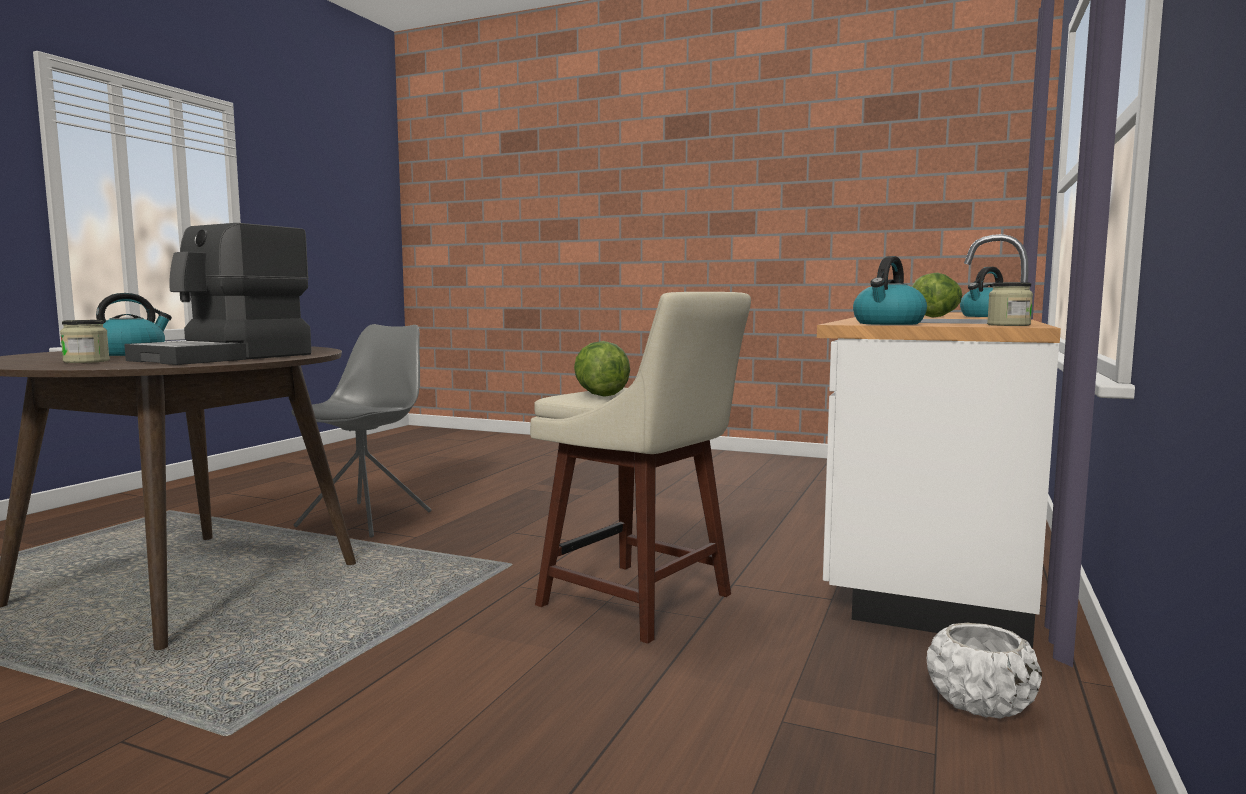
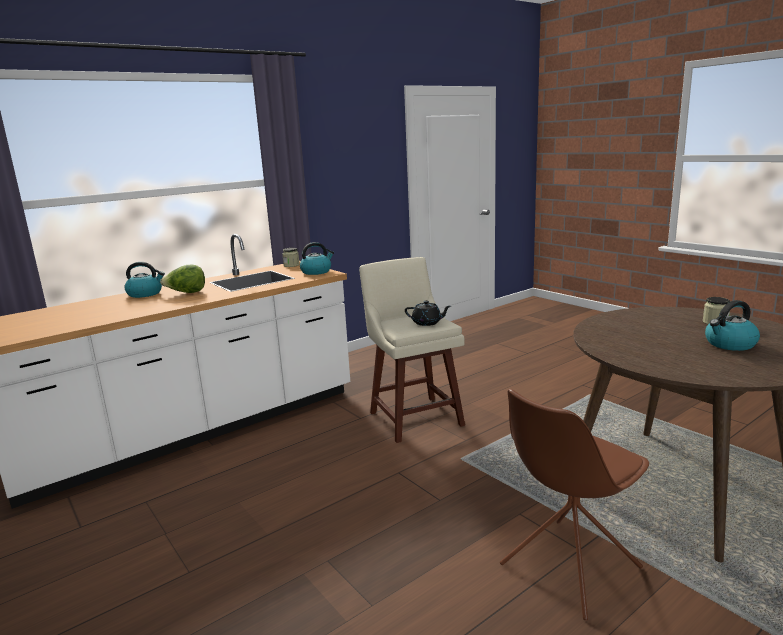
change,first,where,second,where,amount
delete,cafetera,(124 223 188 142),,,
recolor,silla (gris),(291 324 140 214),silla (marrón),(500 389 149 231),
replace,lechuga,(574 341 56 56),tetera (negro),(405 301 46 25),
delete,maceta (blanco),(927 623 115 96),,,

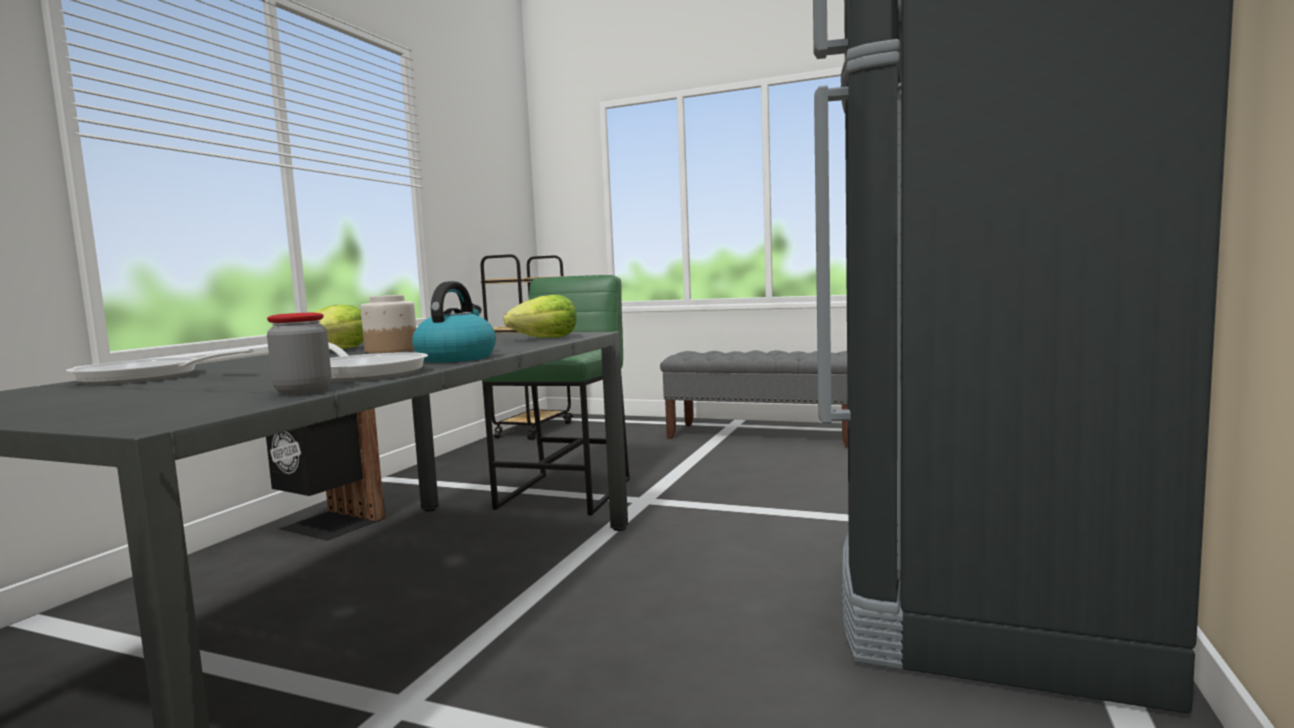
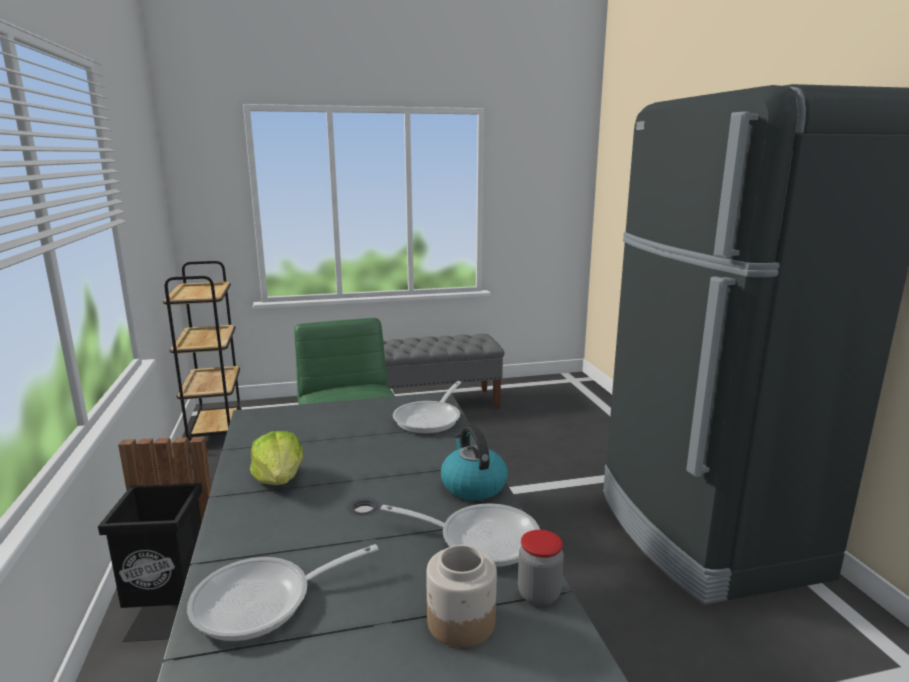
change,first,where,second,where,amount
move,tarro,(361 295 55 58),,(426 545 71 102),
replace,lechuga,(504 295 73 43),sartén,(393 381 69 53),

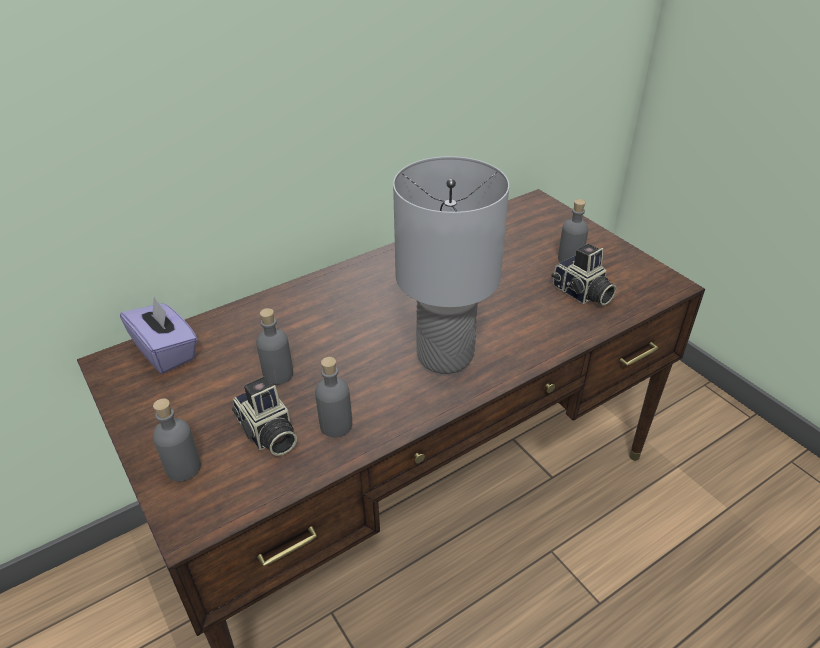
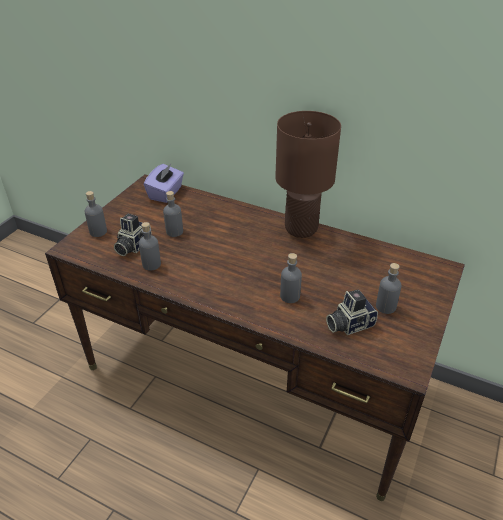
change,first,where,second,where,amount
delete,lámpara de mesa (gris),(393 156 116 218),,,
rotate,cámara,(551 244 66 61),,(326 290 52 45),45 degrees clockwise
insert,,,lámpara de mesa (marrón),(275 111 66 127),
insert,,,botella (gris),(280 253 22 50),

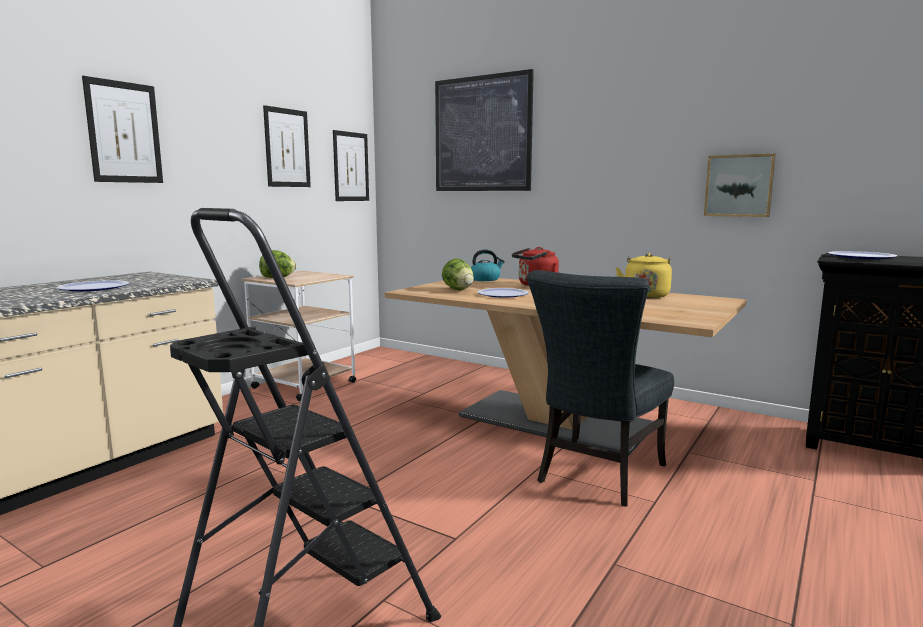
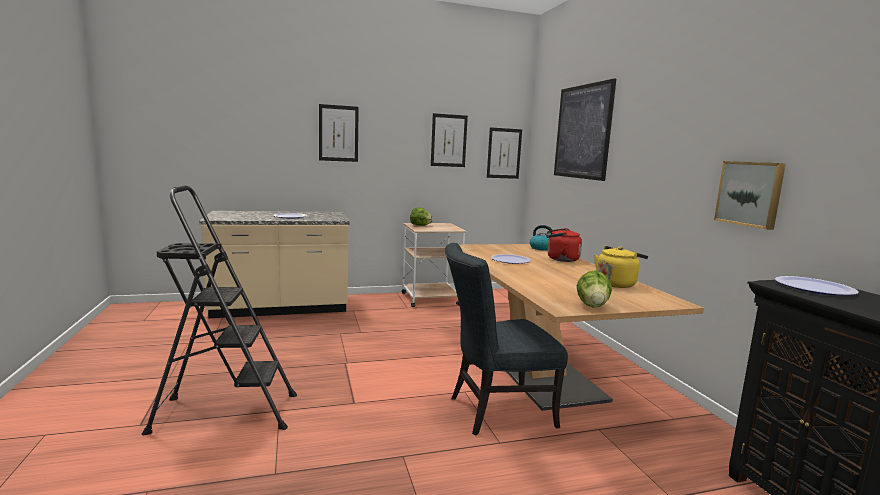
change,first,where,second,where,amount
move,lechuga,(442 258 32 32),,(577 270 35 38),

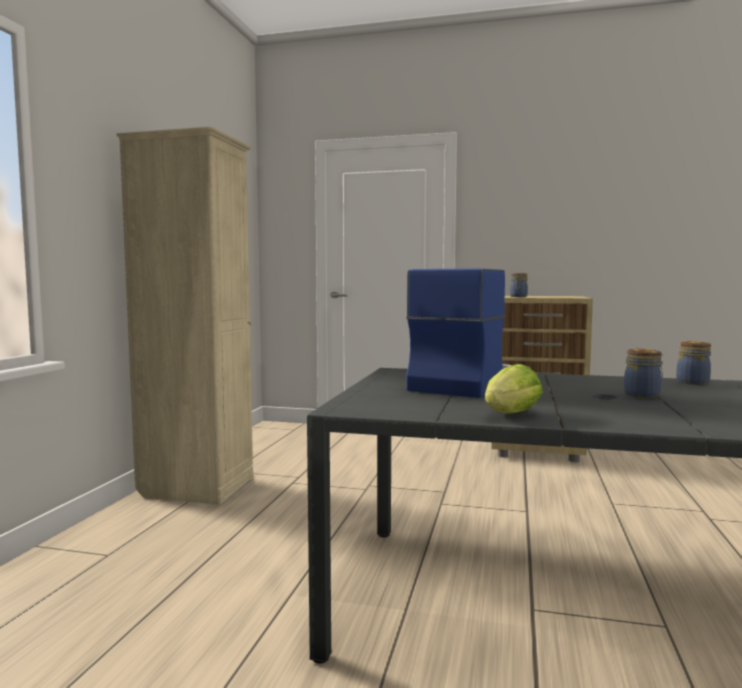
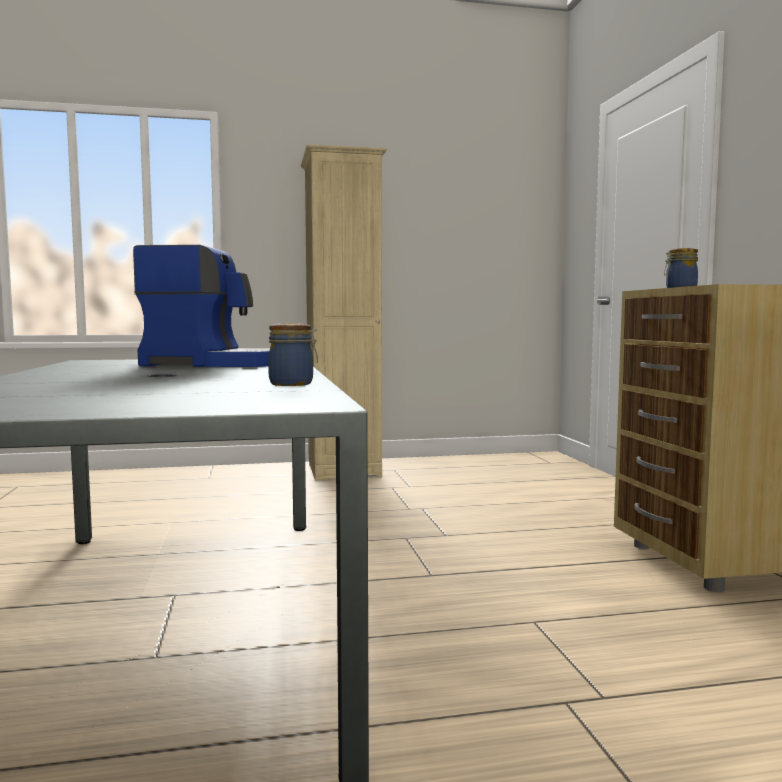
change,first,where,second,where,amount
delete,tarro,(624 348 39 50),,,
delete,lechuga,(485 364 58 50),,,

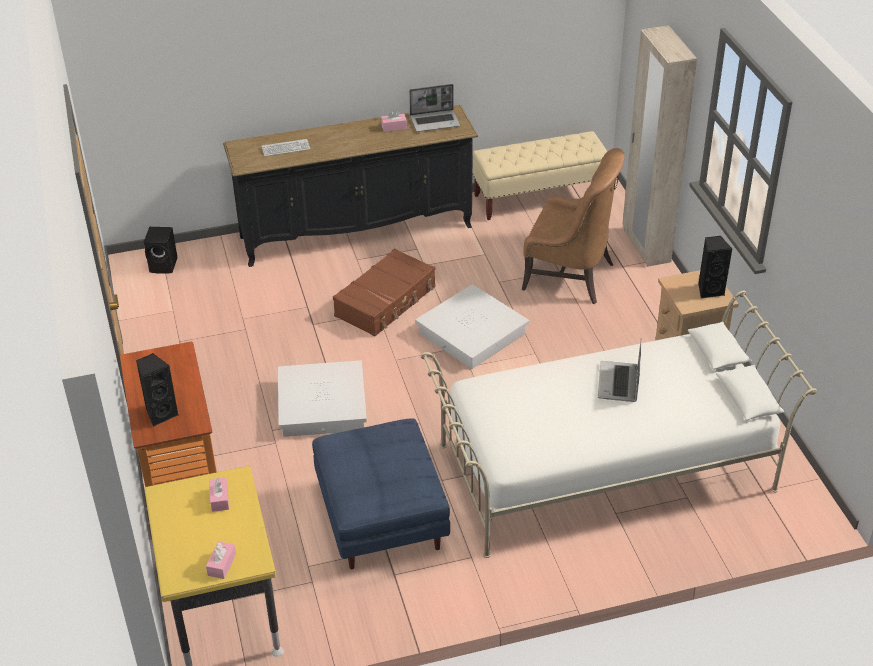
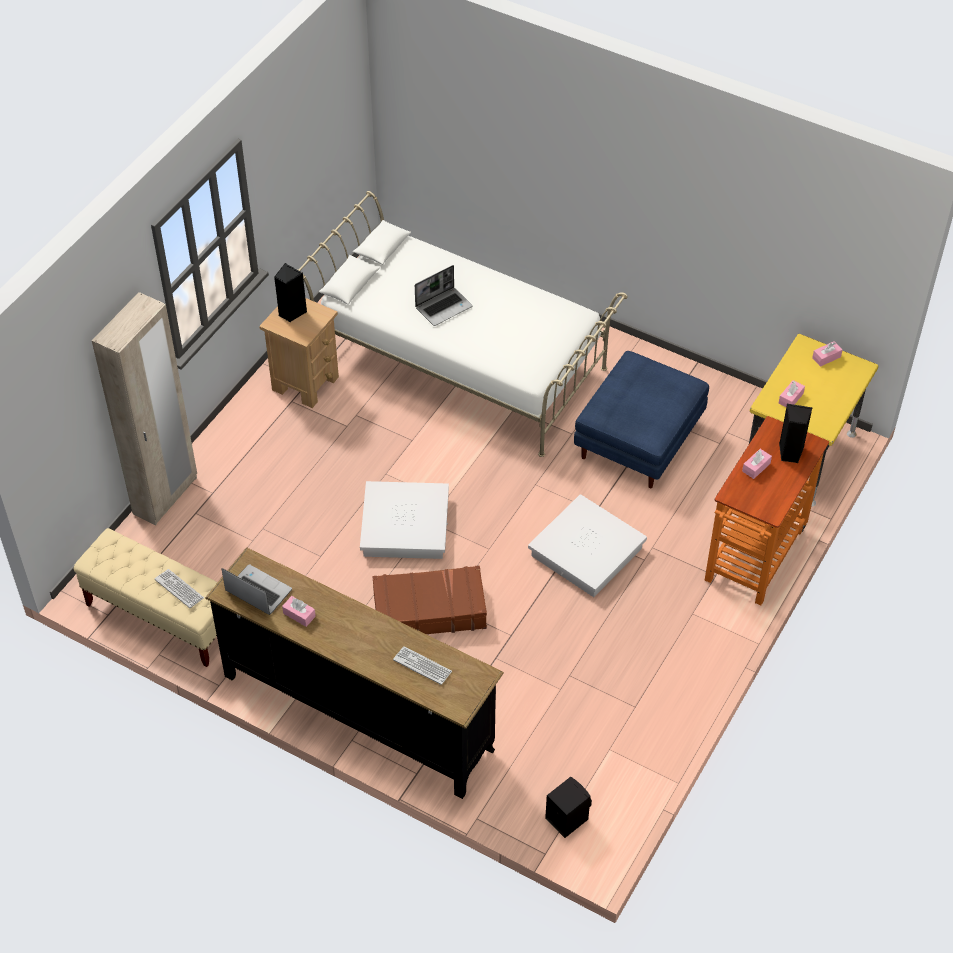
change,first,where,second,where,amount
delete,silla (marrón),(522 148 103 156),,,
insert,,,caja de pañuelos (rosa),(742 449 30 30),
insert,,,teclado,(154 569 50 39),

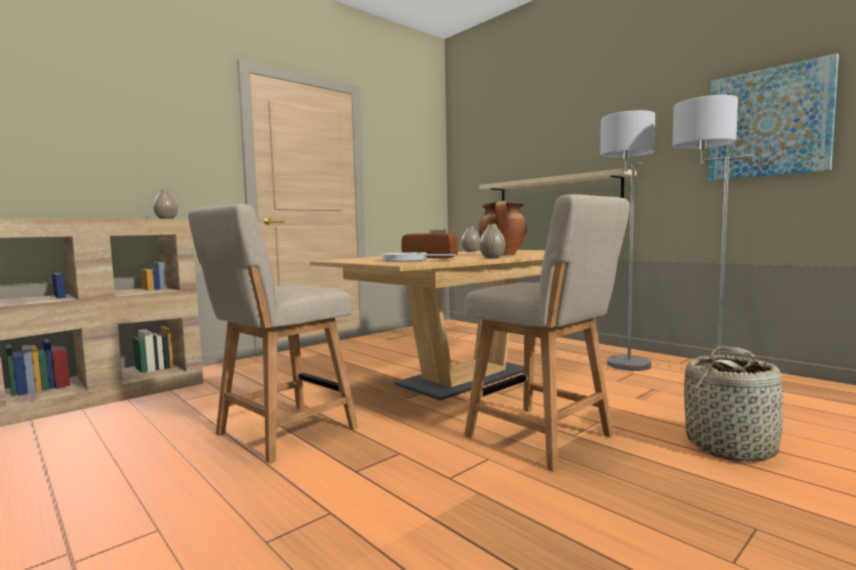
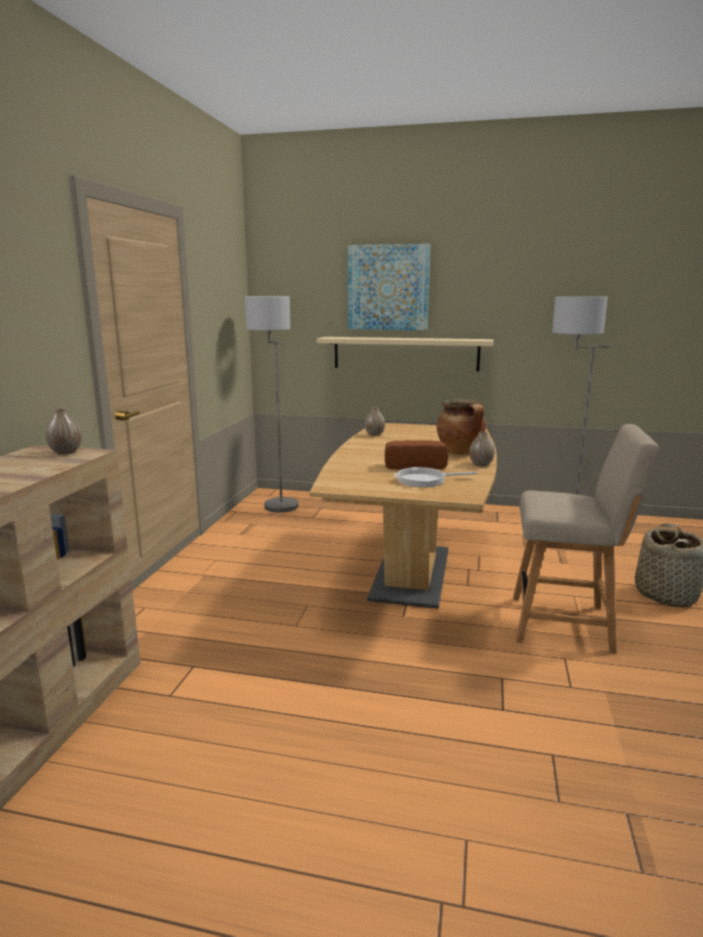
change,first,where,second,where,amount
move,cuadro,(708 53 131 128),,(348 244 82 86),
move,lámpara de pie (gris),(600 110 55 261),,(245 296 53 217),
delete,silla (beis),(188 204 170 260),,,

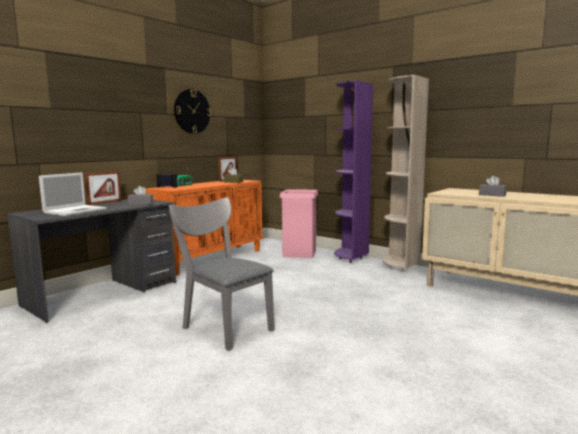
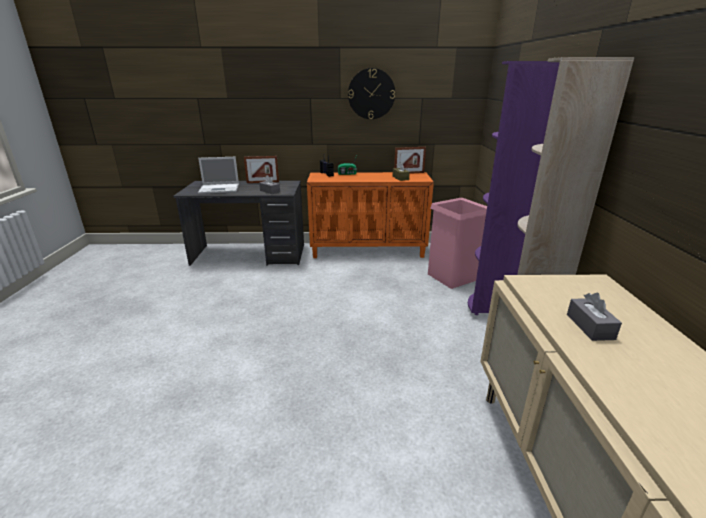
change,first,where,second,where,amount
delete,silla (gris),(169 197 106 154),,,

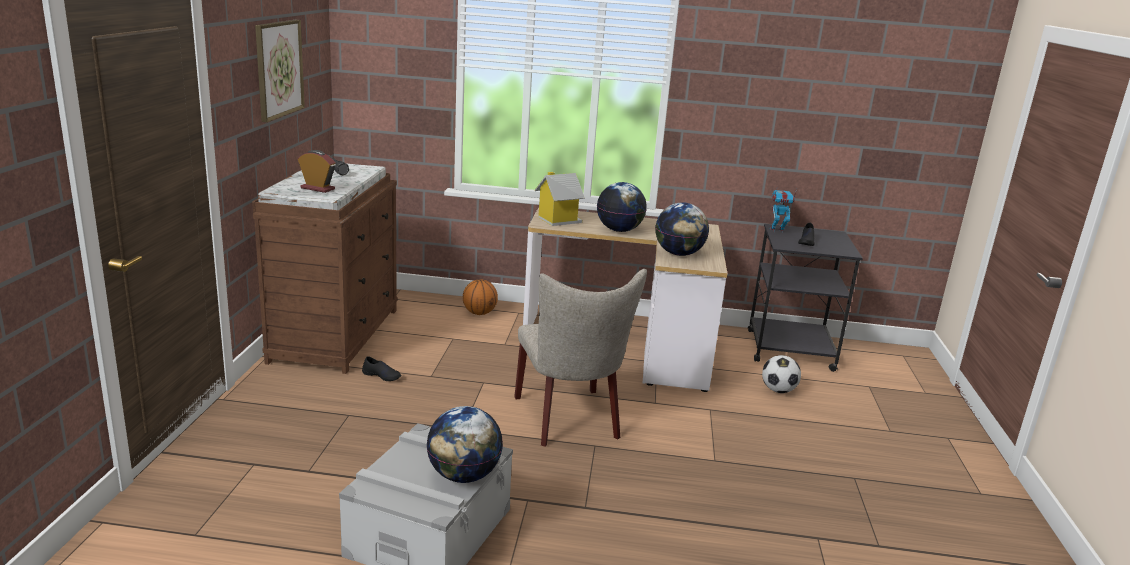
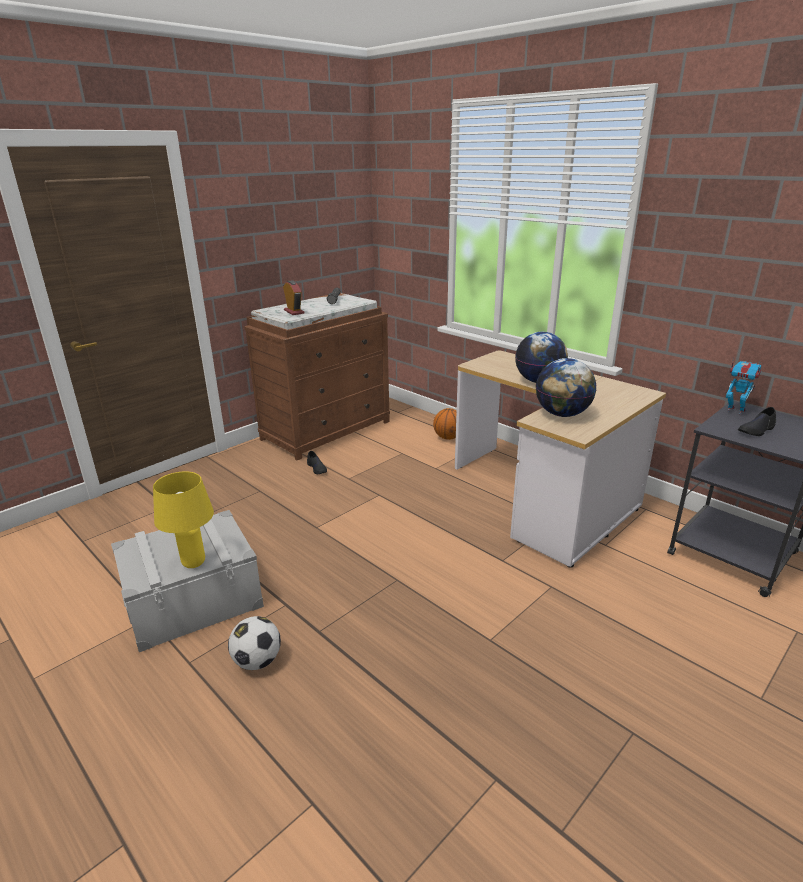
change,first,where,second,where,amount
delete,cuadro,(255 20 50 102),,,
delete,casita,(535 172 50 54),,,
delete,silla (beis),(514 269 133 178),,,
move,balón de fútbol,(762 355 39 38),,(228 616 53 54),
replace,globo terráqueo,(426 406 77 77),lámpara de mesa (amarillo),(153 471 61 97),

